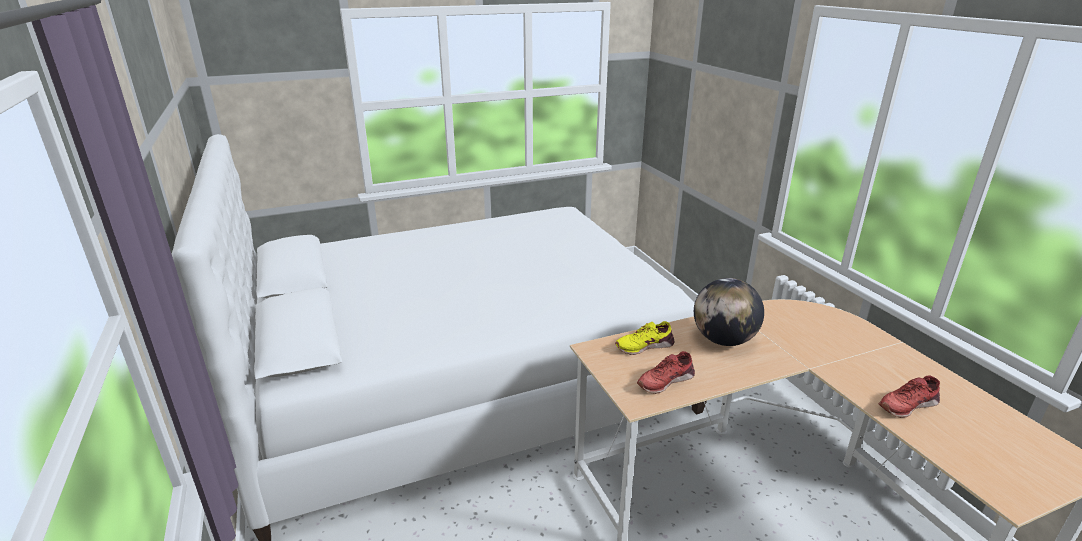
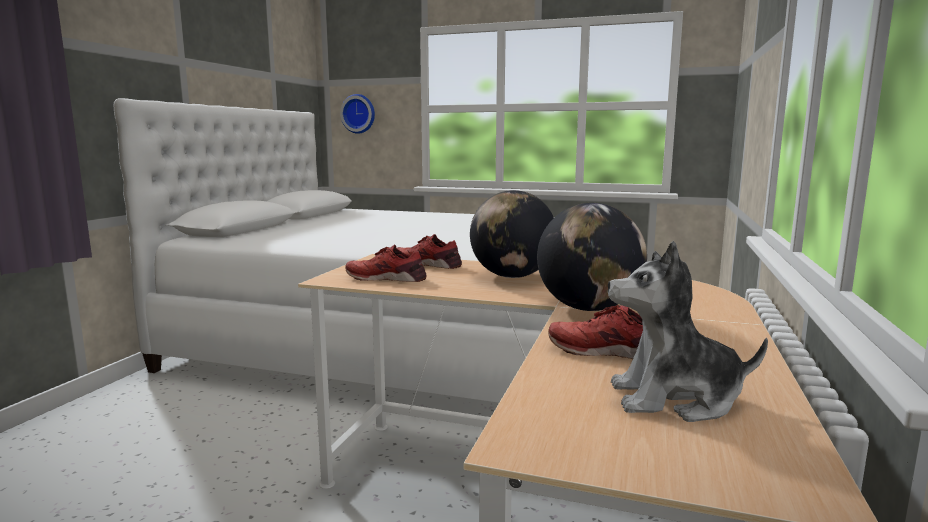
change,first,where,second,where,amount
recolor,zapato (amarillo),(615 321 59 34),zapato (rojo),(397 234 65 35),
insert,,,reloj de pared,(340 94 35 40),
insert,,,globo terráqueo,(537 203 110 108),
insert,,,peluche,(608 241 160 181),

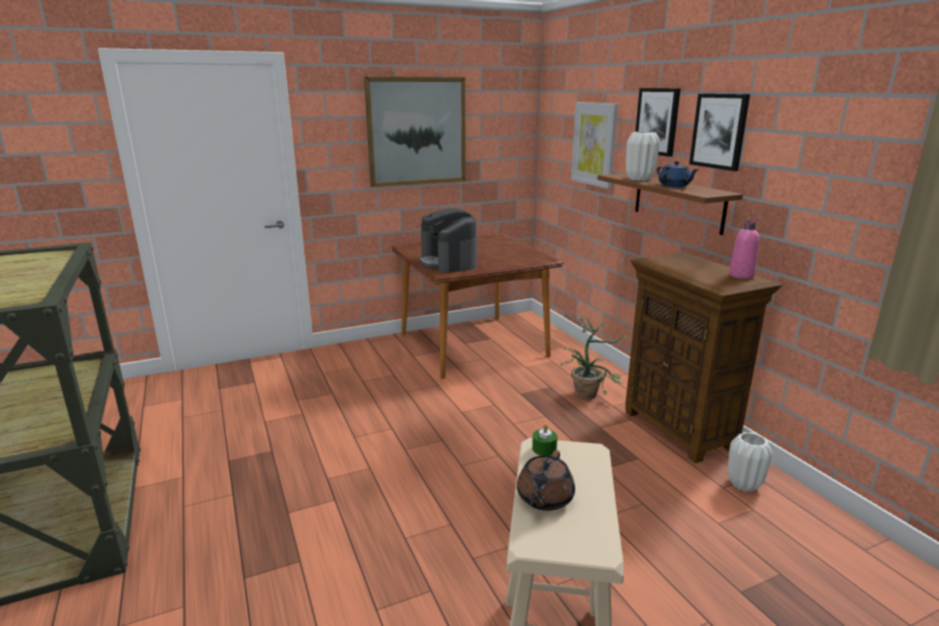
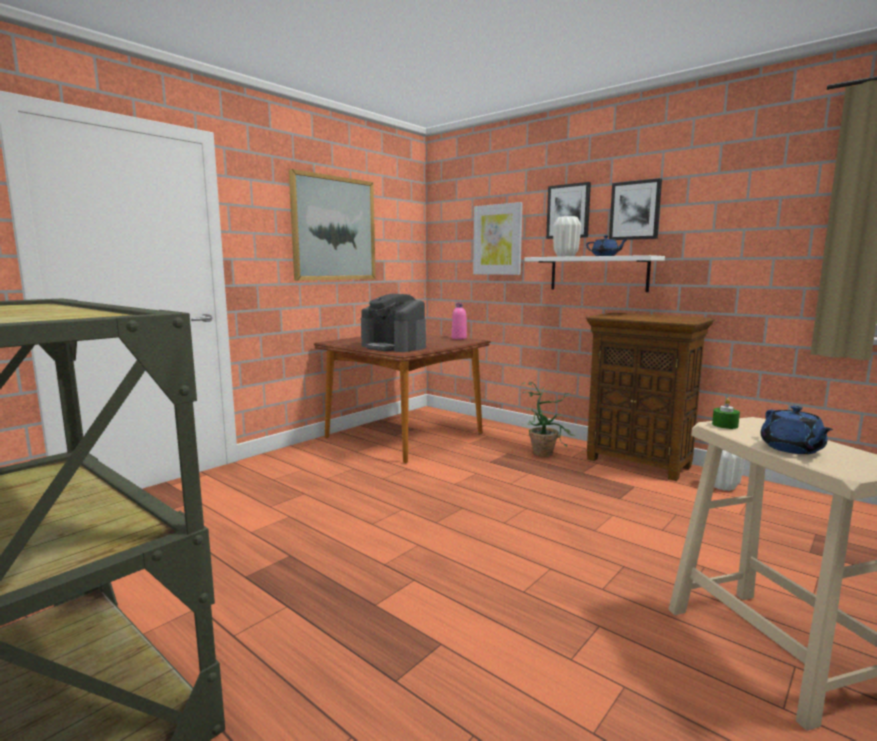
change,first,where,second,where,amount
recolor,estante (marrón),(597 173 146 62),estante (blanco),(525 255 140 37),
move,botella (rosa),(729 221 30 58),,(452 303 15 36),
recolor,tetera (marrón),(517 450 58 61),tetera (azul),(760 406 73 48),

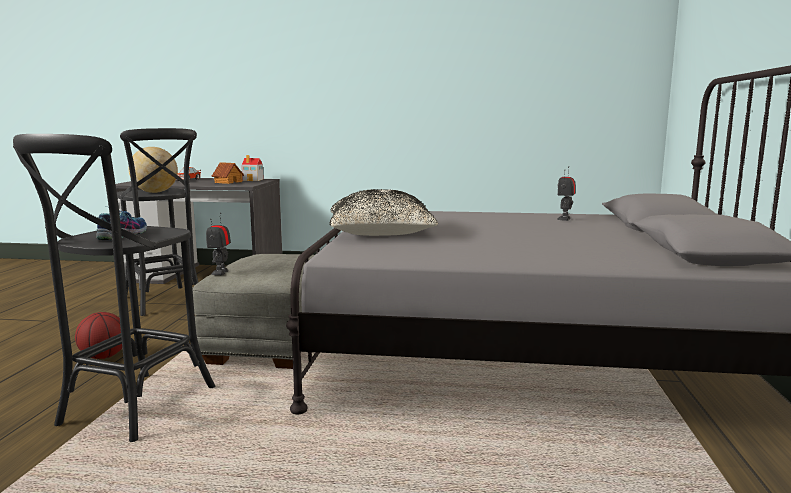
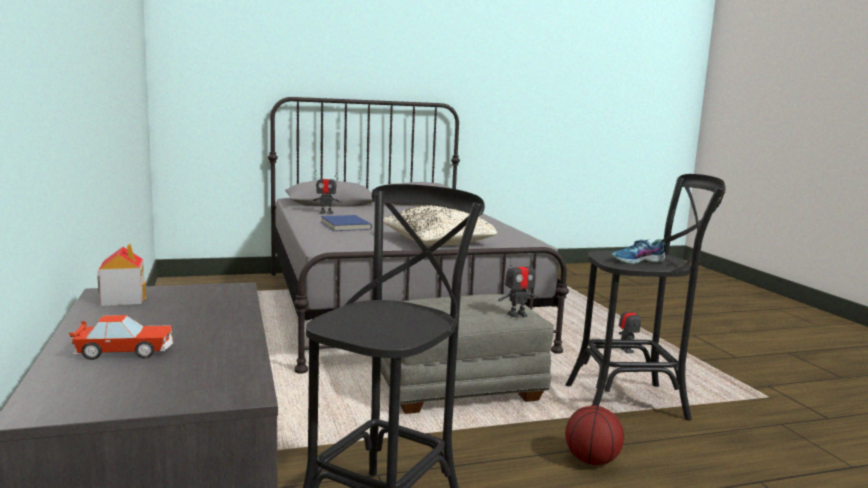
change,first,where,second,where,amount
delete,globo terráqueo,(128 147 50 46),,,
delete,casita,(212 162 32 22),,,
insert,,,libro (azul),(321 215 51 16),
insert,,,robot de juguete,(619 303 22 50),

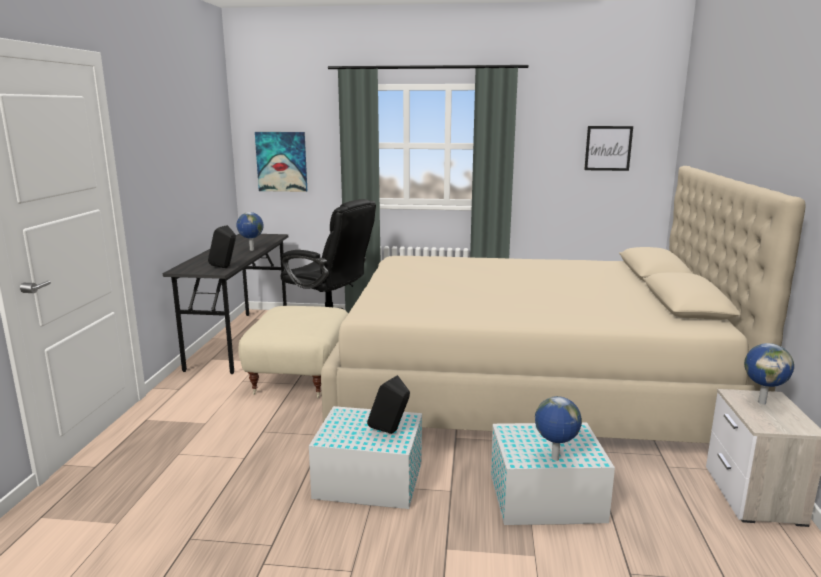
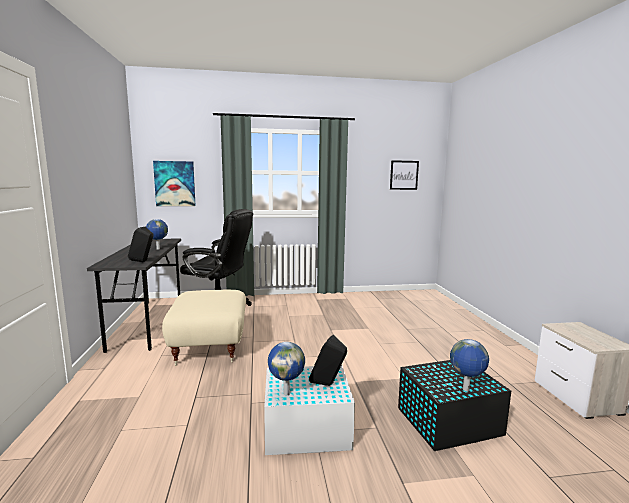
change,first,where,second,where,amount
delete,cama (beis),(321 166 485 277),,,
move,globo terráqueo,(744 343 50 62),,(268 342 37 54),
recolor,caja de almacenaje (blanco),(491 422 124 103),caja de almacenaje (negro),(398 360 113 91),

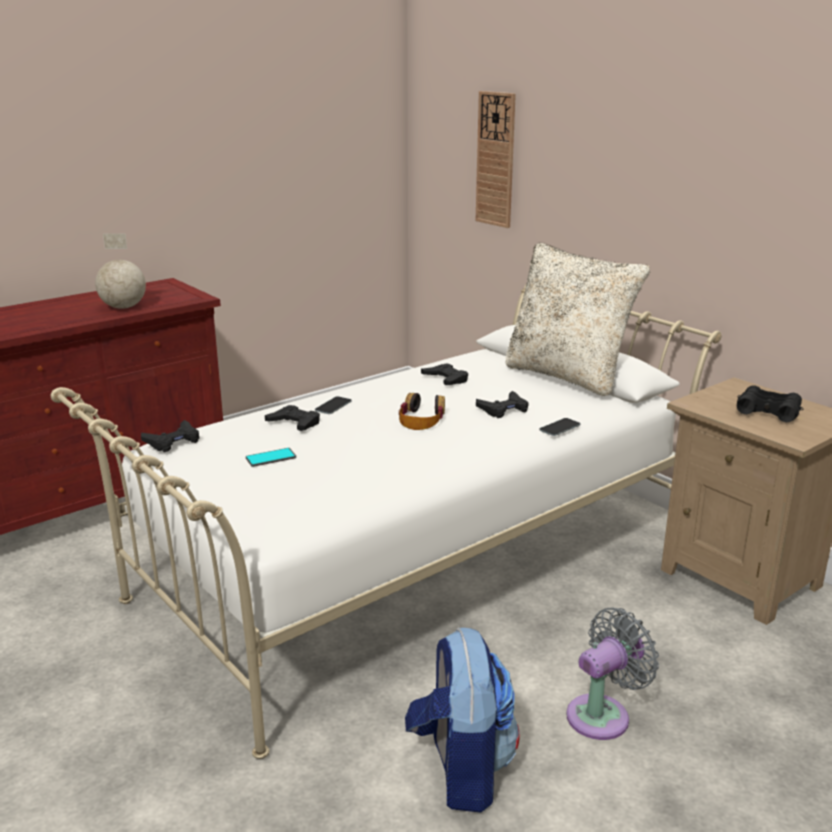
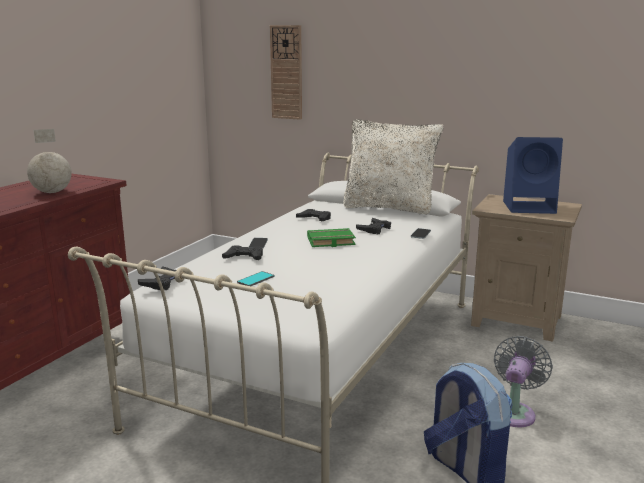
change,first,where,second,where,amount
replace,prismáticos (negro),(737 385 66 37),altavoz (azul),(503 137 60 77),
replace,auriculares,(399 393 46 37),libro (verde),(307 228 49 19),

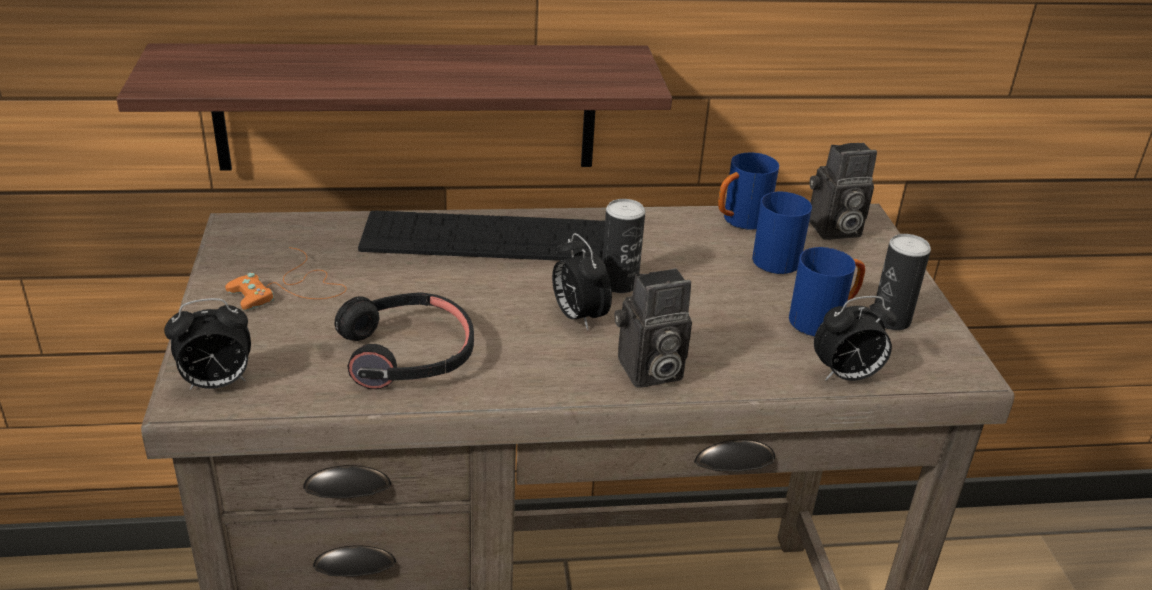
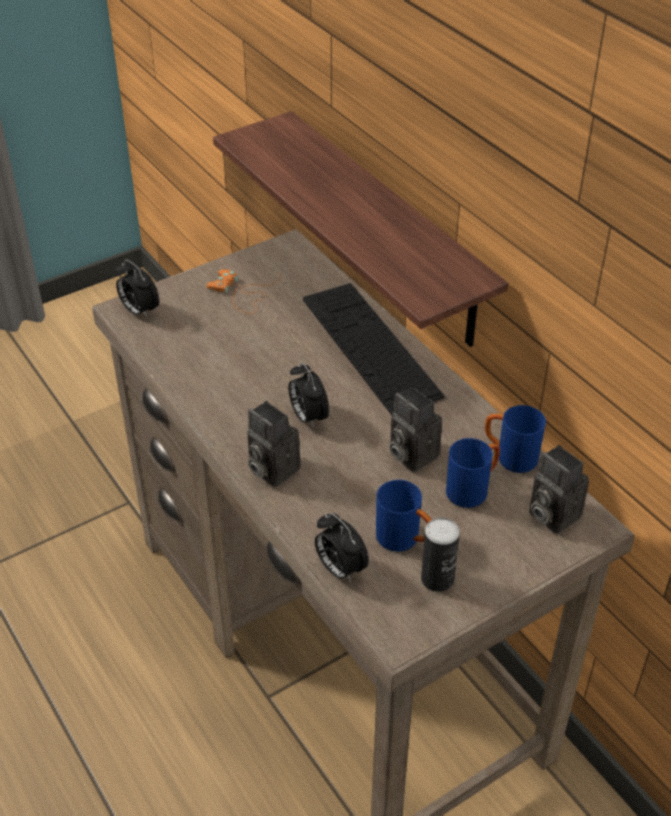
change,first,where,second,where,amount
delete,lata,(602 199 43 94),,,
rotate,despertador,(552 233 60 97),,(288 362 41 67),60 degrees counterclockwise
delete,auriculares (negro),(335 293 139 96),,,
insert,,,cámara,(389 386 53 86),

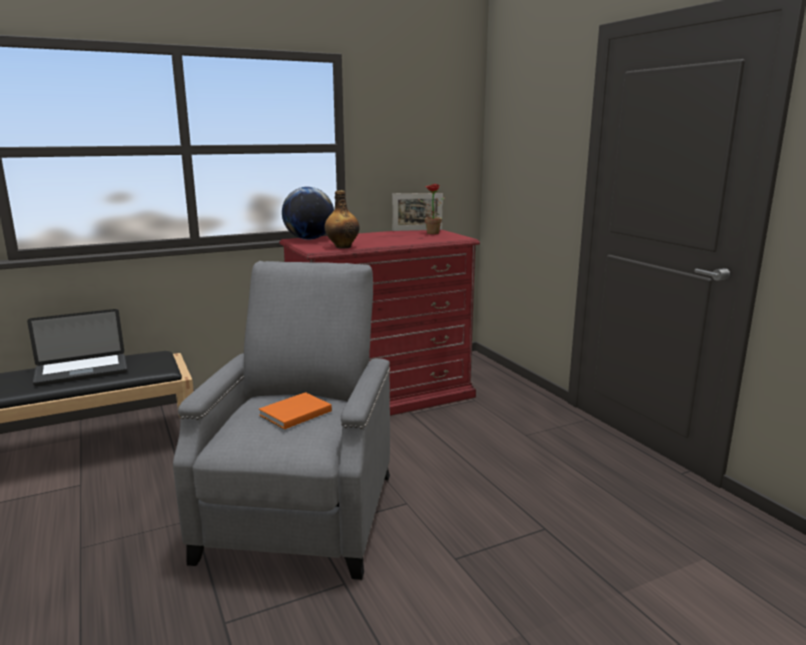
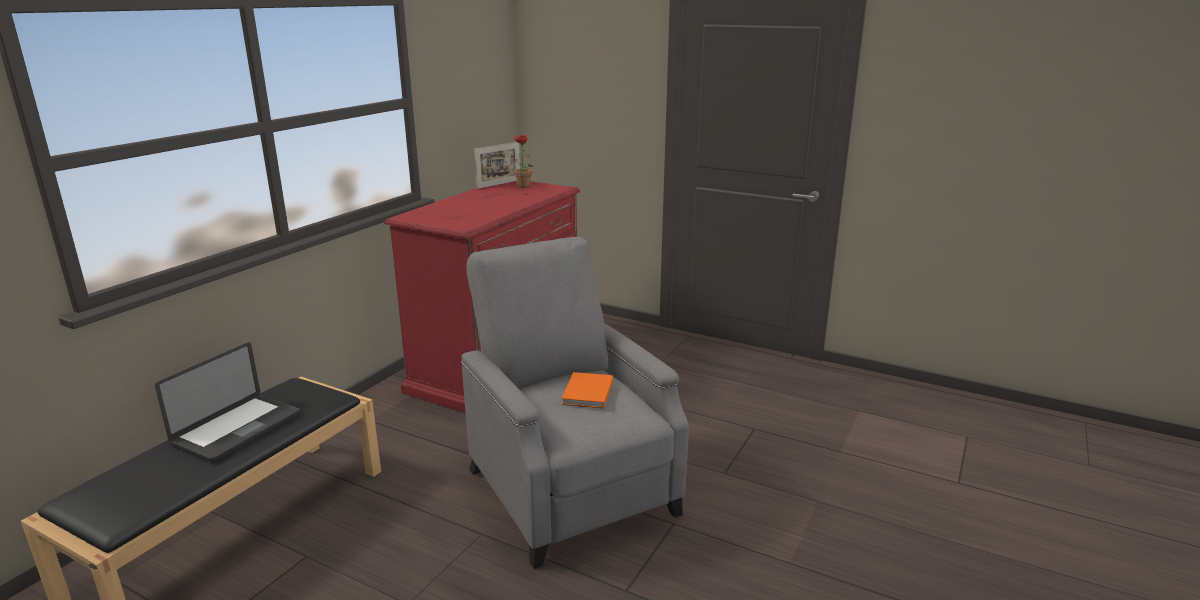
change,first,where,second,where,amount
delete,globo terráqueo,(282 187 52 53),,,
delete,botella,(324 190 36 59),,,

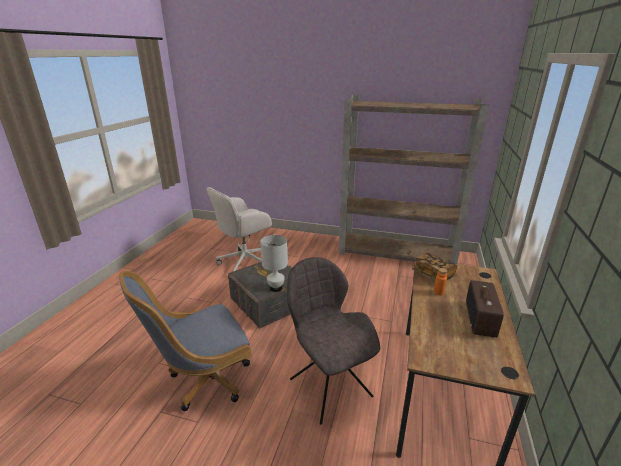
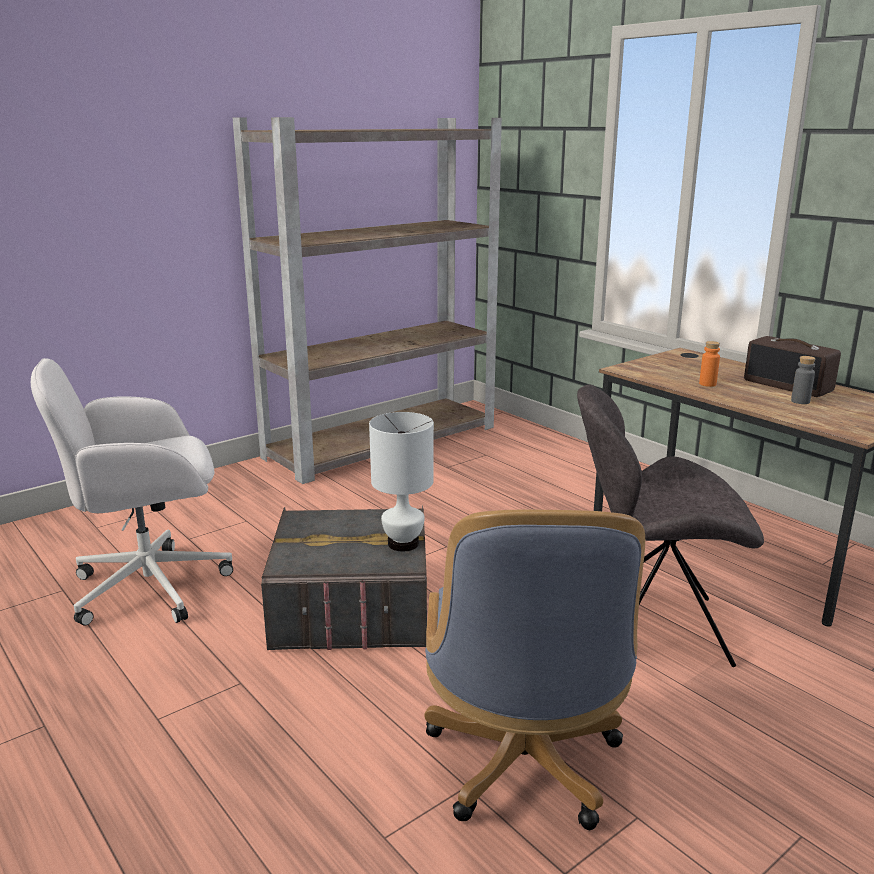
change,first,where,second,where,amount
rotate,silla de oficina (blanco),(207 187 65 85),,(31 358 202 268),75 degrees clockwise
delete,libro,(412 253 45 28),,,
insert,,,botella (gris),(791 356 24 48),

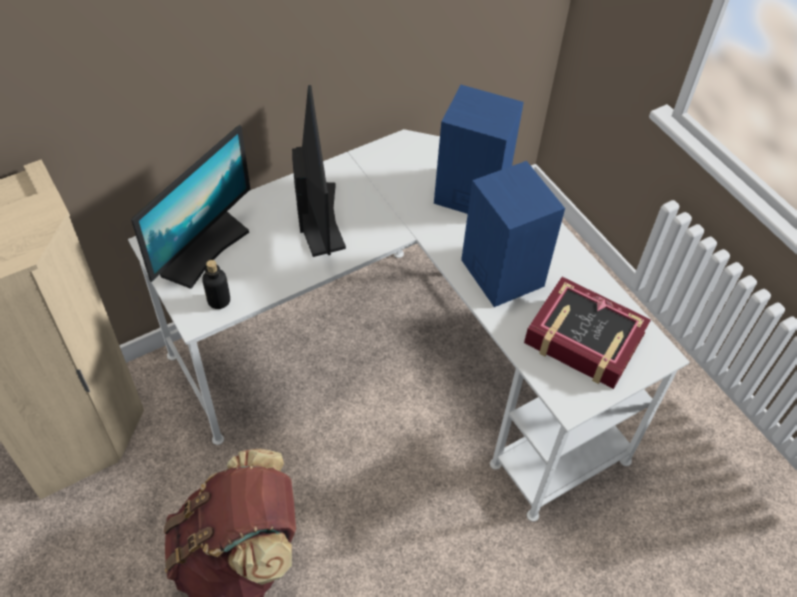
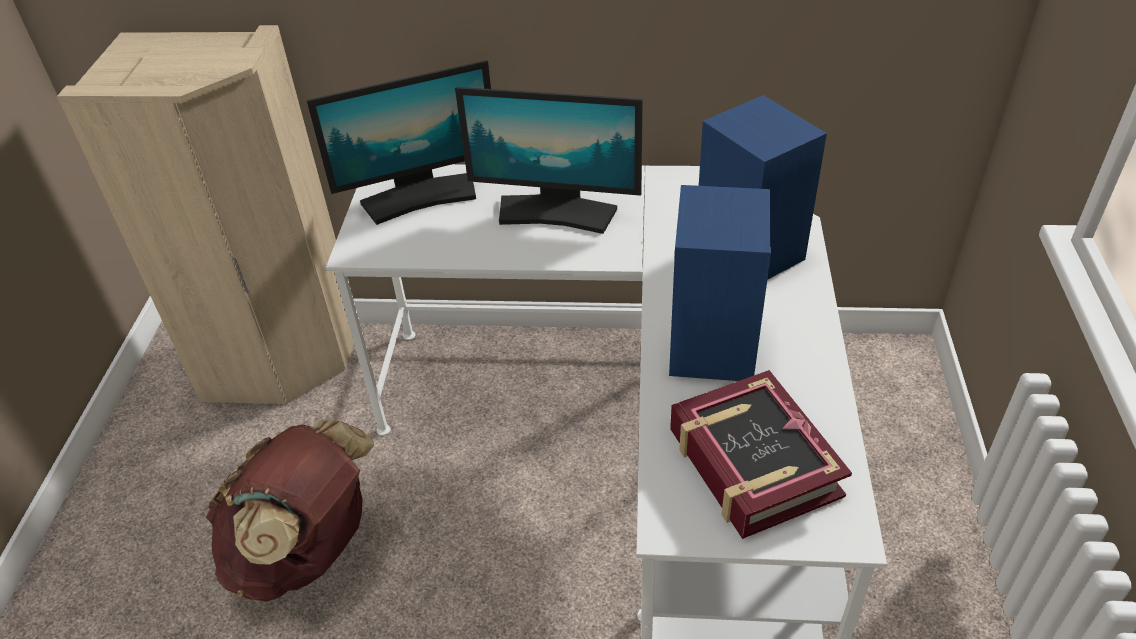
change,first,where,second,where,amount
rotate,monitor,(292 85 54 172),,(455 87 188 147),75 degrees clockwise
delete,botella,(202 260 28 49),,,

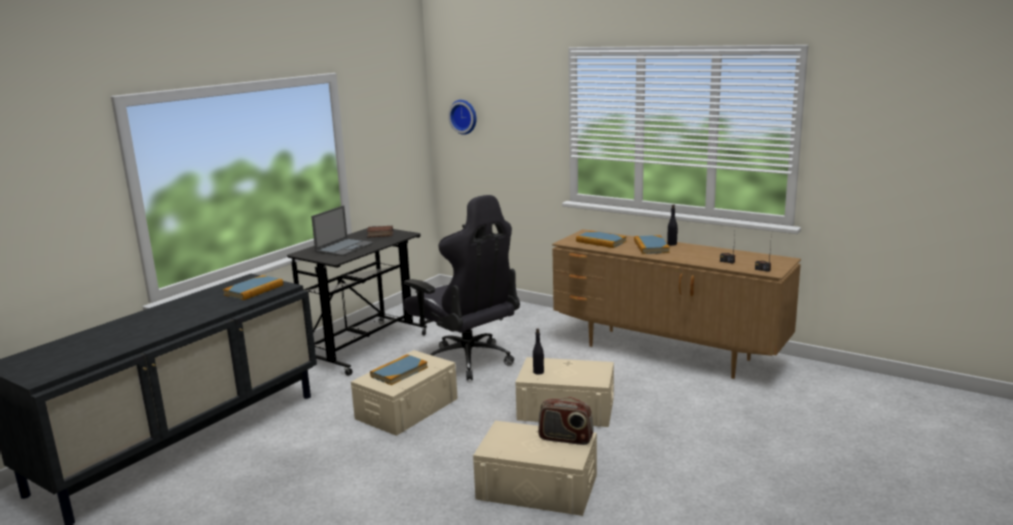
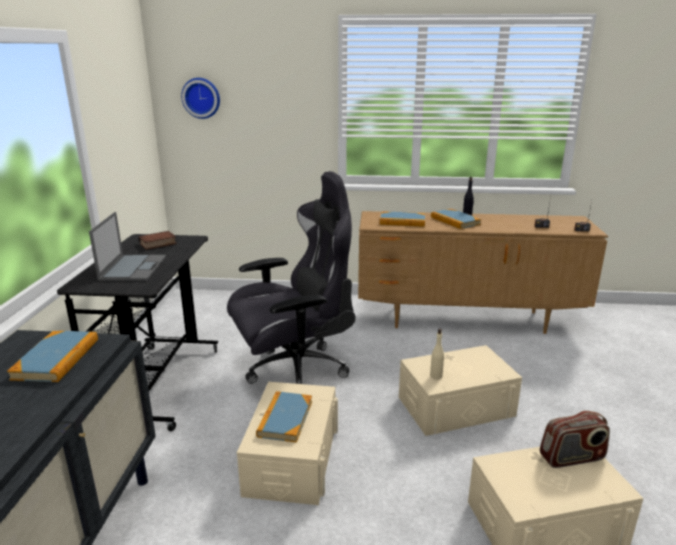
change,first,where,second,where,amount
rotate,silla de oficina (negro),(403 195 117 186),,(227 171 129 213),45 degrees counterclockwise
recolor,botella (negro),(533 328 11 47),botella (beis),(430 329 14 50),

